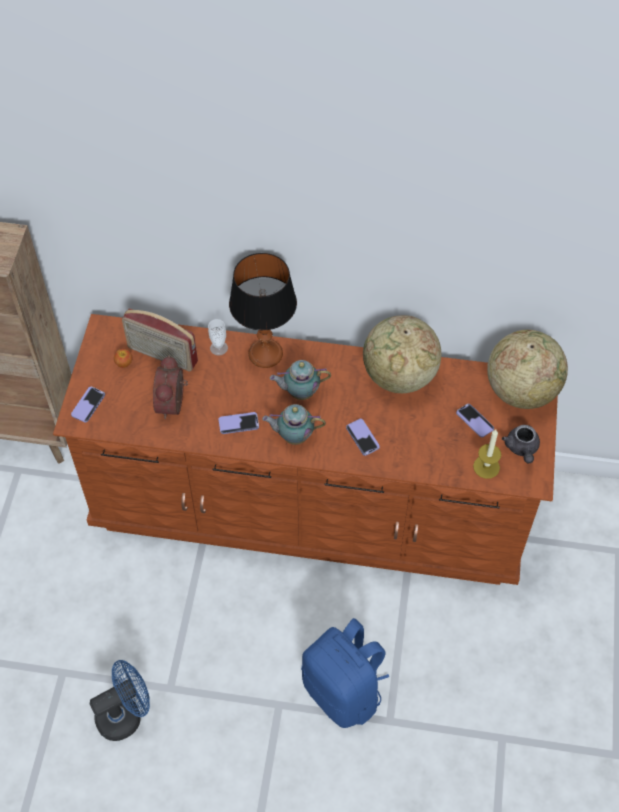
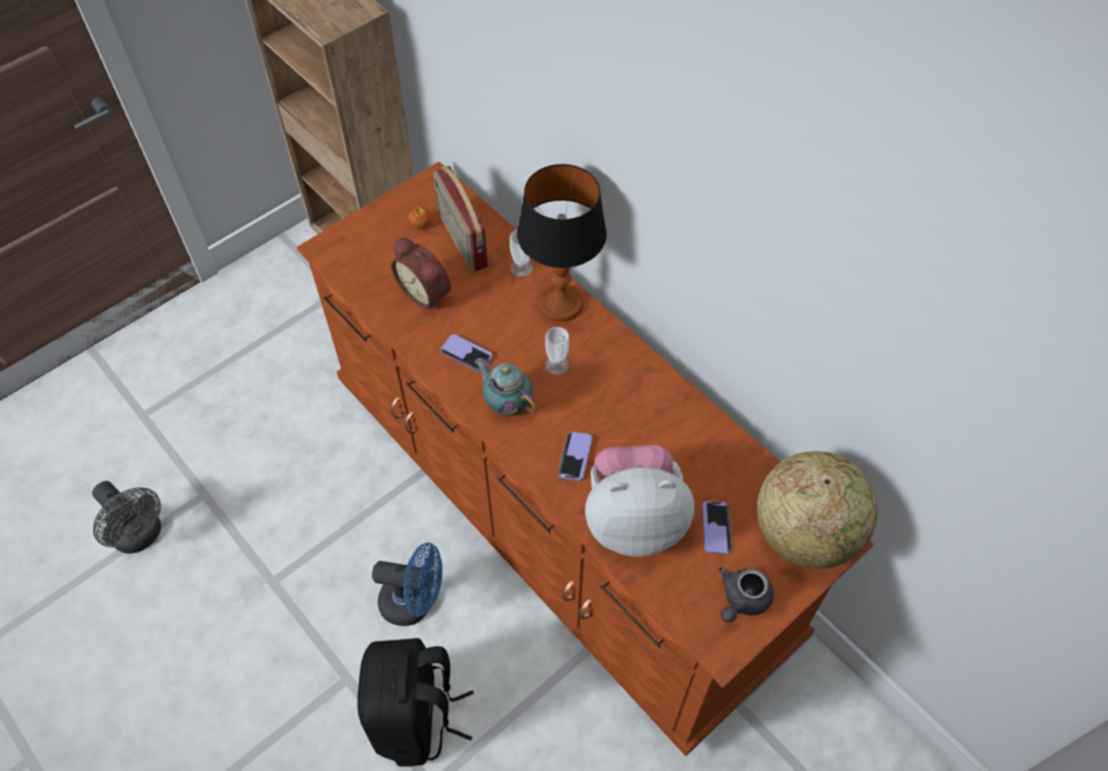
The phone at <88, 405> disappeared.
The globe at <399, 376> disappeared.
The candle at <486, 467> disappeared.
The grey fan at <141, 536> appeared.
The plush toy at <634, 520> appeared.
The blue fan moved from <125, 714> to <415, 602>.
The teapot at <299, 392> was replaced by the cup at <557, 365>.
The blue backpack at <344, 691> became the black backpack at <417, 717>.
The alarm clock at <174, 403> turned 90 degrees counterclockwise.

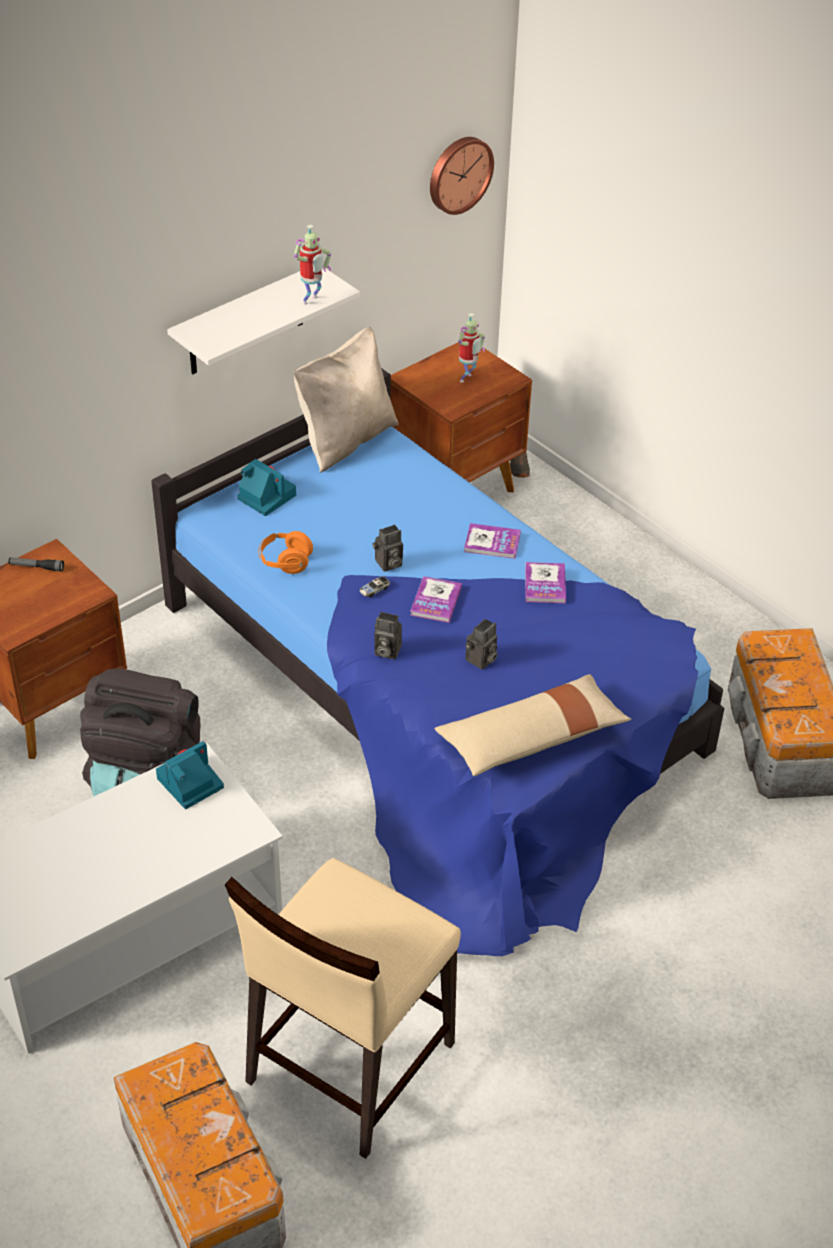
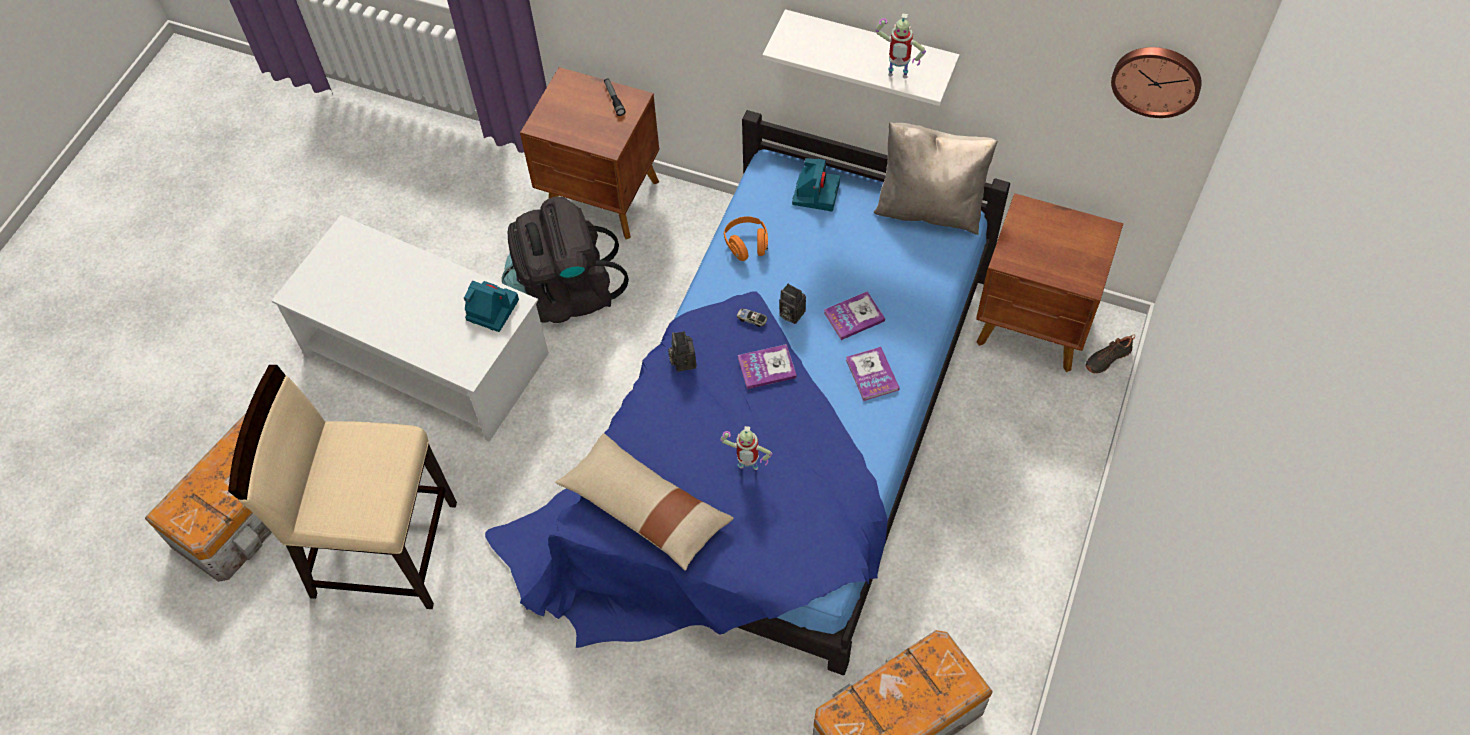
The photo camera at <481, 660> disappeared.
The toy robot moved from <467, 379> to <747, 469>.
The book moved from <545, 584> to <854, 316>.

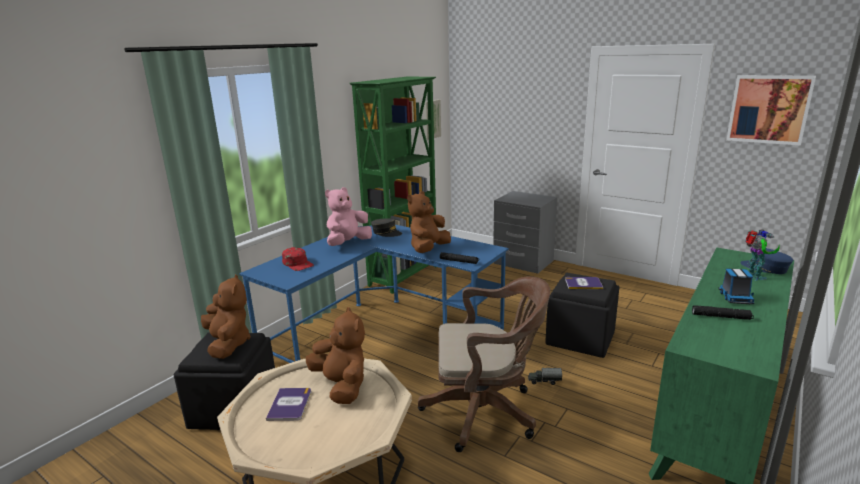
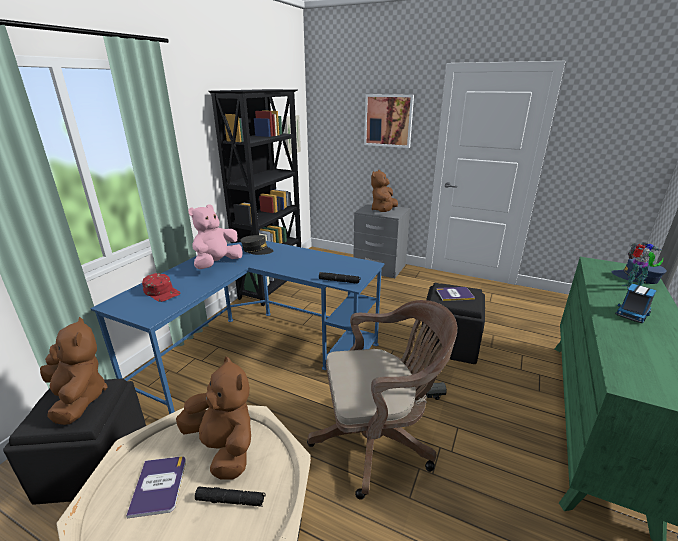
The brown plush toy moved from <428, 249> to <383, 211>.
The black flashlight moved from <721, 317> to <231, 500>.
The picture moved from <769, 109> to <388, 120>.
The green bookcase at <405, 276> became the black bookcase at <273, 286>.
The toy truck at <735, 297> turned 45 degrees clockwise.

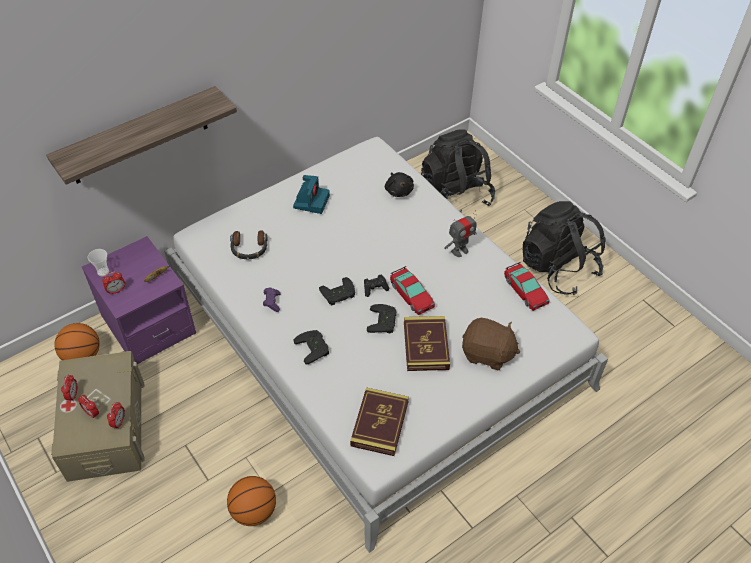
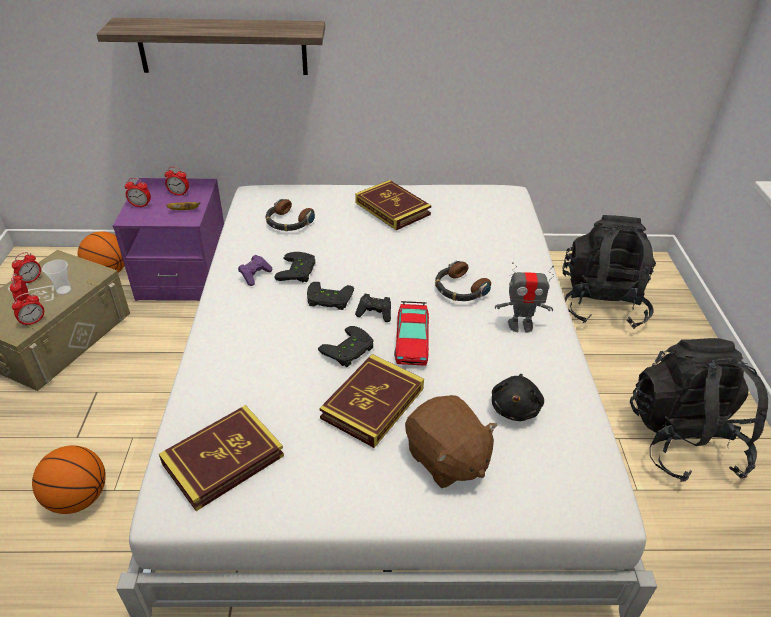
The toy car at <525, 290> disappeared.
The alarm clock at <179, 194> appeared.
The headphones at <459, 289> appeared.
The cup moved from <103, 272> to <64, 290>.
The black game controller moved from <314, 347> to <299, 271>.
The black plush toy moved from <398, 190> to <515, 407>.
The photo camera at <311, 201> was replaced by the book at <392, 208>.

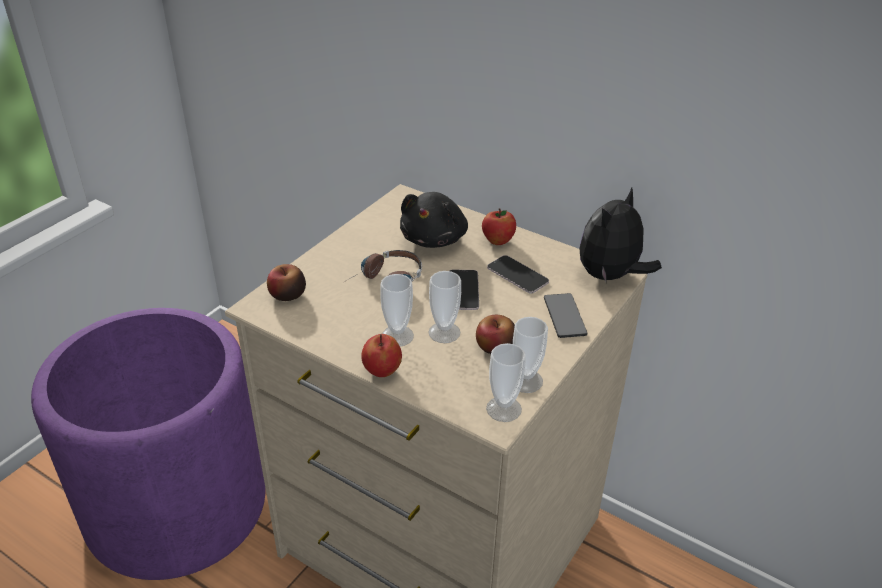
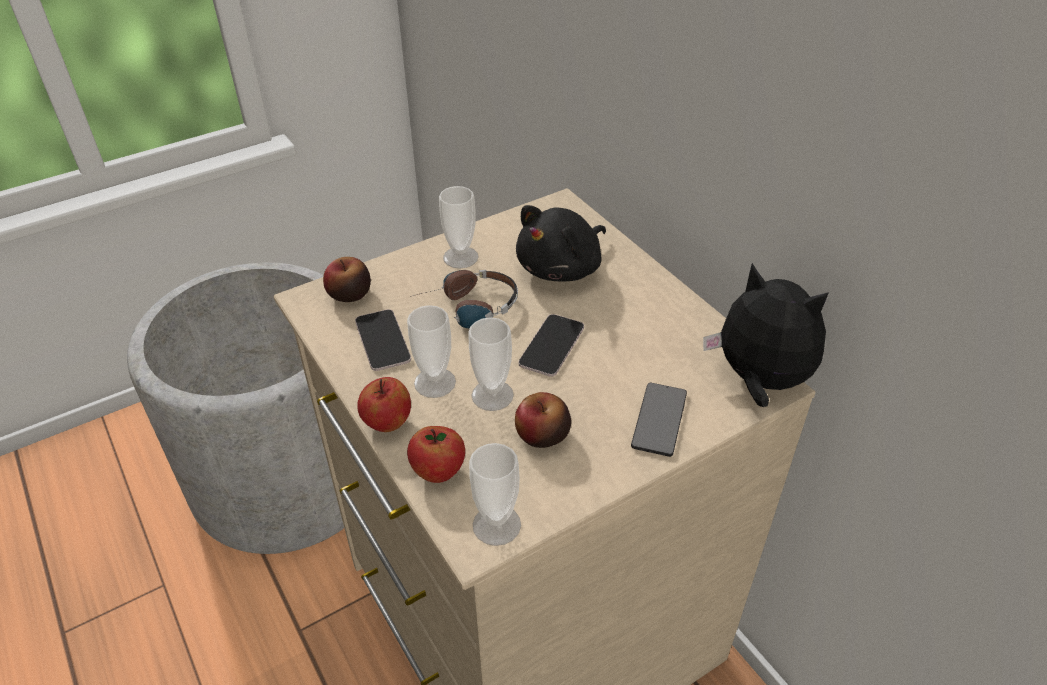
The apple moved from <498, 241> to <438, 471>.
The phone moved from <517, 275> to <382, 340>.
The cup moved from <525, 381> to <460, 257>.
The purple planter at <177, 506> became the grey planter at <288, 476>.
The plush toy at <610, 276> turned 60 degrees clockwise.

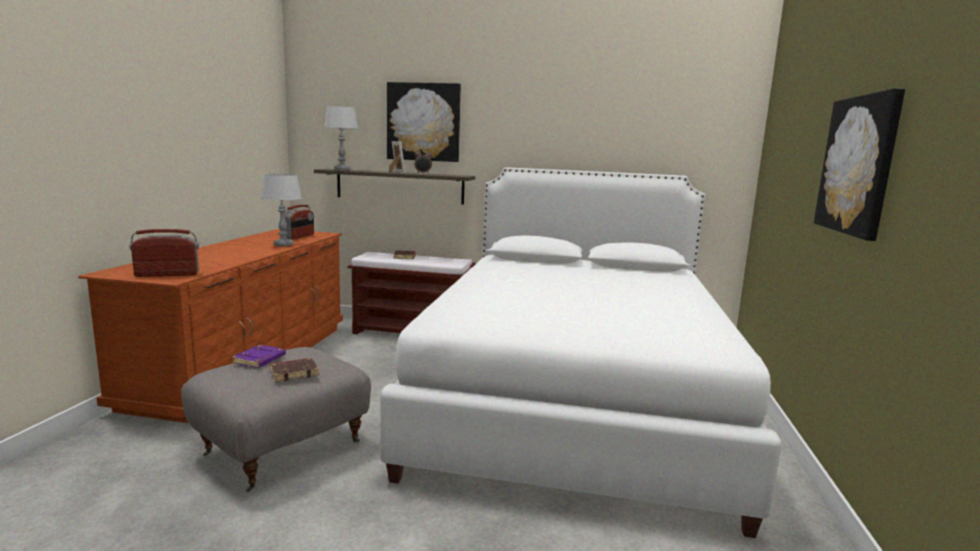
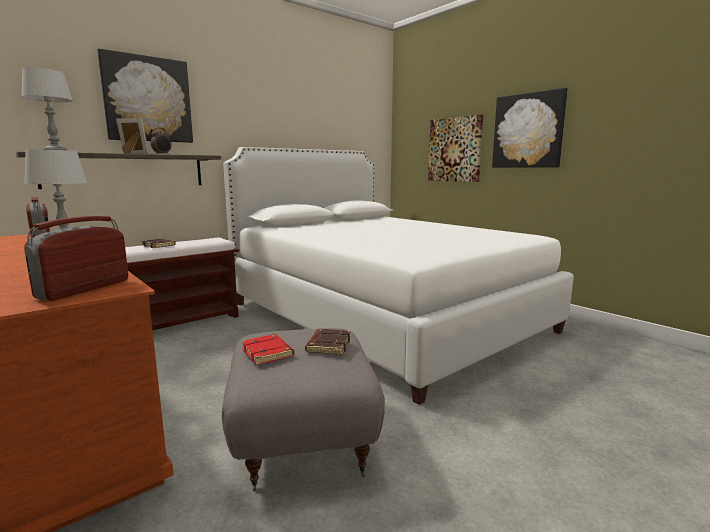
The picture at <455, 149> appeared.
The purple book at <260, 360> became the red book at <268, 353>.

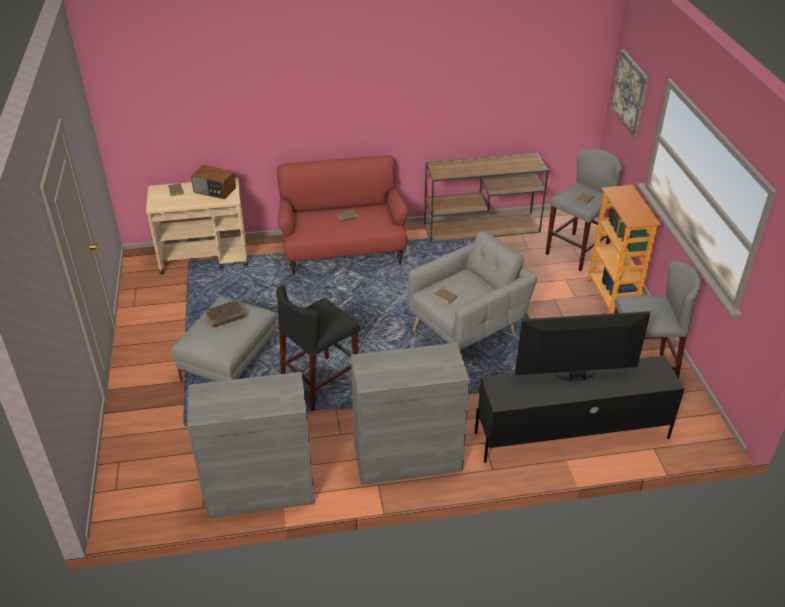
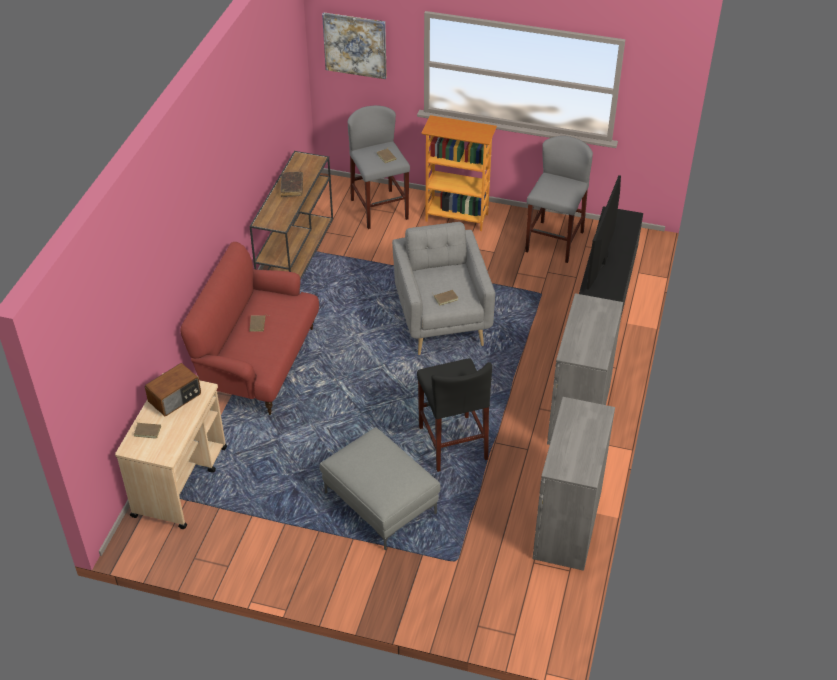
The brown book moved from <225, 317> to <292, 187>.

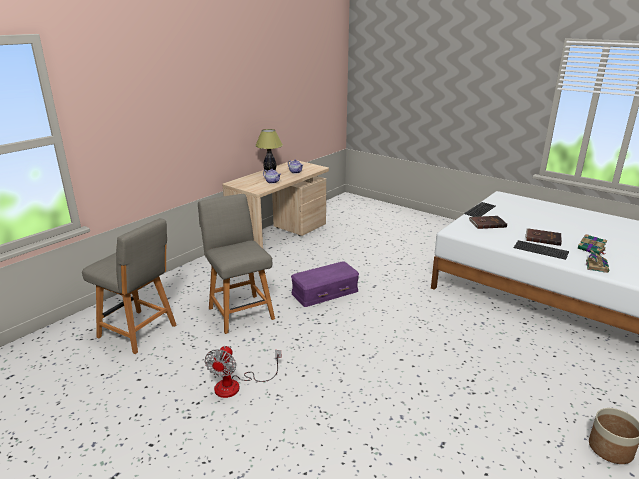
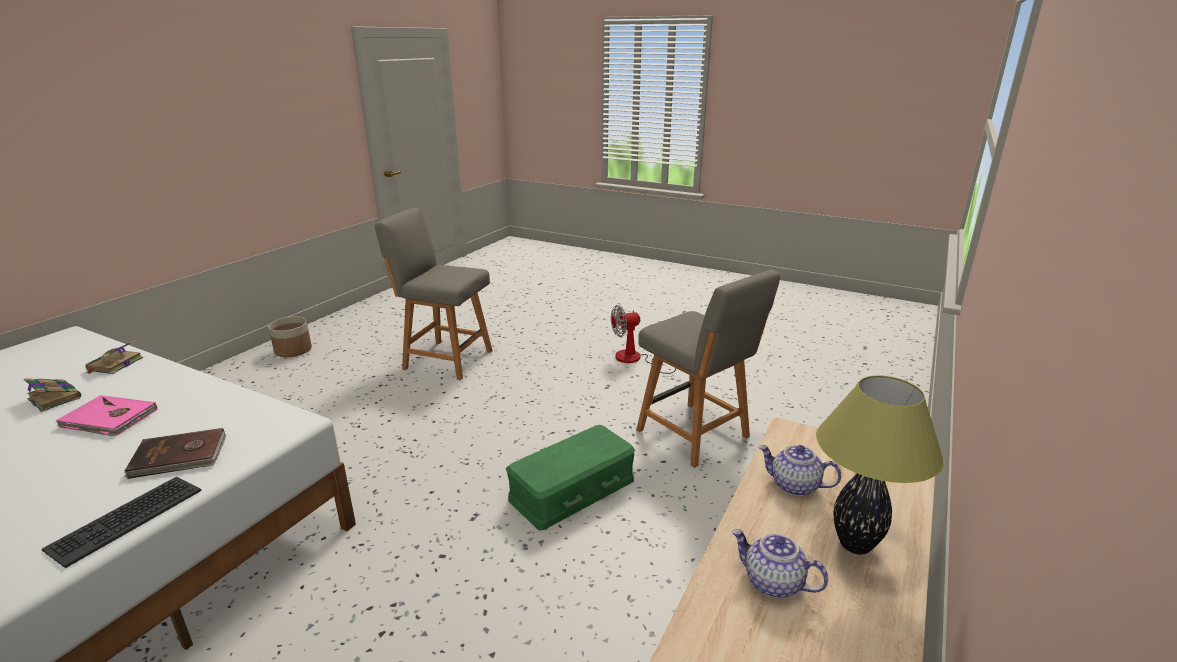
The keyboard at <540, 250> disappeared.
The grey chair moved from <139, 332> to <445, 359>.
The purple storage box at <324, 292> became the green storage box at <573, 490>.
The brown book at <542, 238> became the pink book at <109, 419>.
The fan at <236, 385> turned 105 degrees counterclockwise.

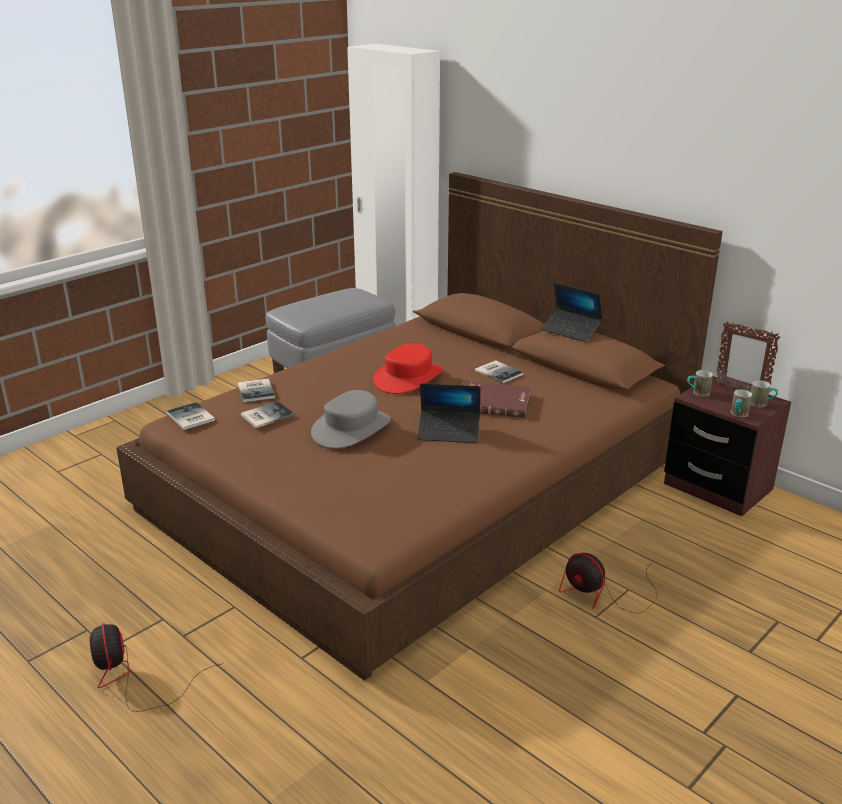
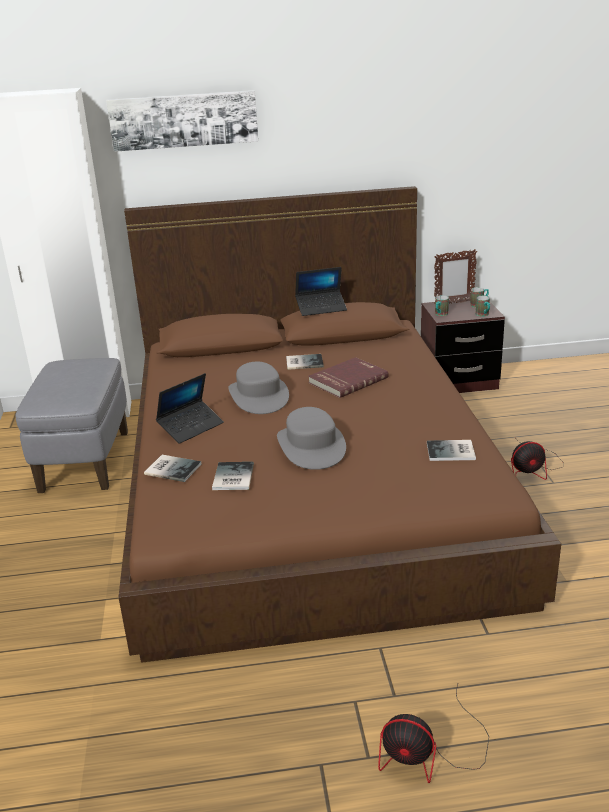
The picture at <183, 120> appeared.
The book moved from <190, 417> to <452, 452>.
The laptop moved from <449, 432> to <191, 427>.
The red hat at <408, 377> became the grey hat at <259, 396>.

